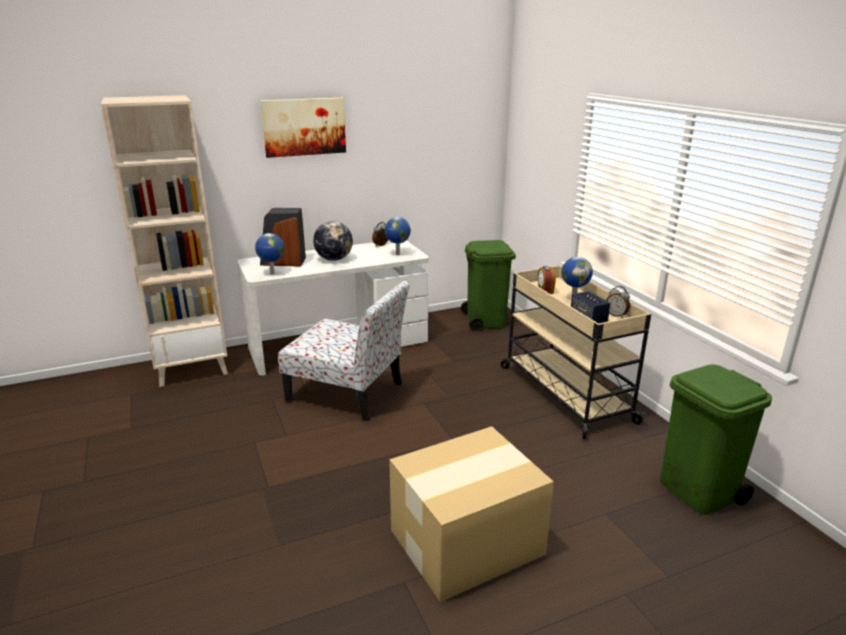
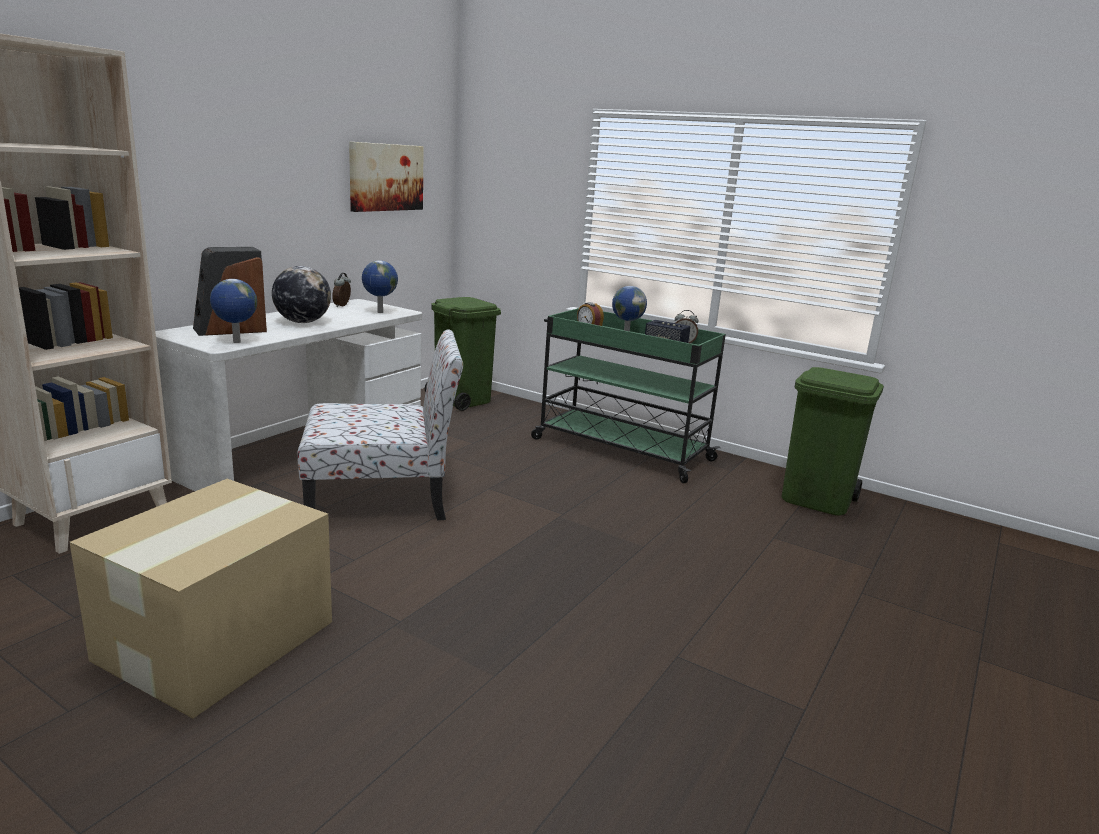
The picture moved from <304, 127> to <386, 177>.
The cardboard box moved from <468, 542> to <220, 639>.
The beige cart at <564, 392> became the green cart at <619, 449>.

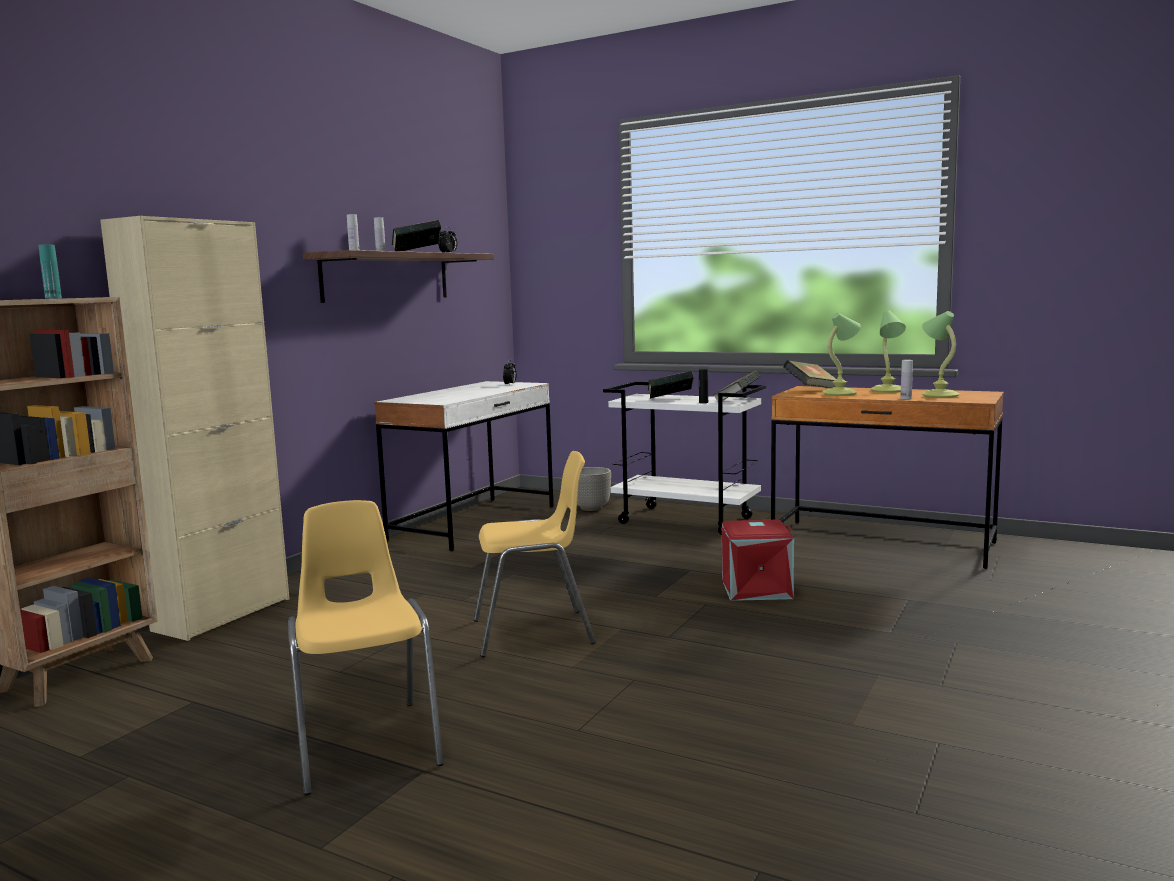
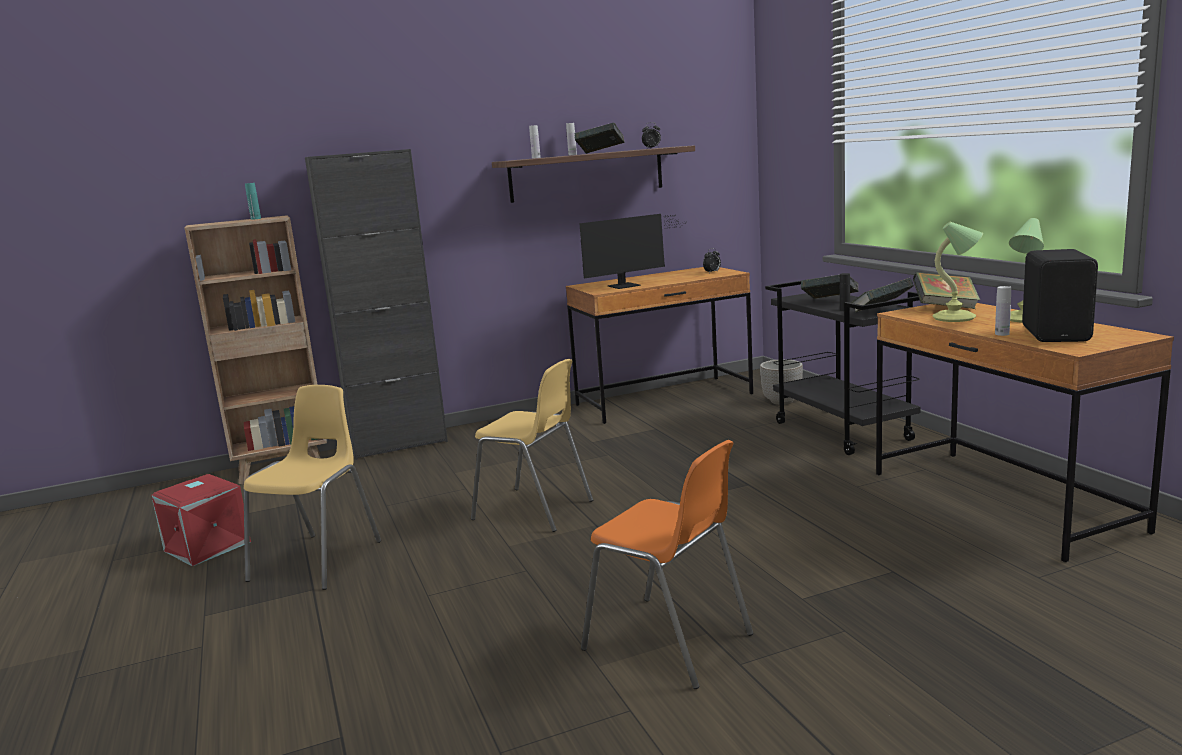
The monitor at <628, 285> appeared.
The orange chair at <669, 642> appeared.
The red storage box moved from <756, 589> to <205, 547>.
The table lamp at <939, 395> was replaced by the black speaker at <1057, 334>.
The beige cabinet at <222, 614> became the black cabinet at <399, 444>.
The white desk at <474, 523> became the brown desk at <664, 399>.
The white cart at <687, 520> became the black cart at <844, 431>.

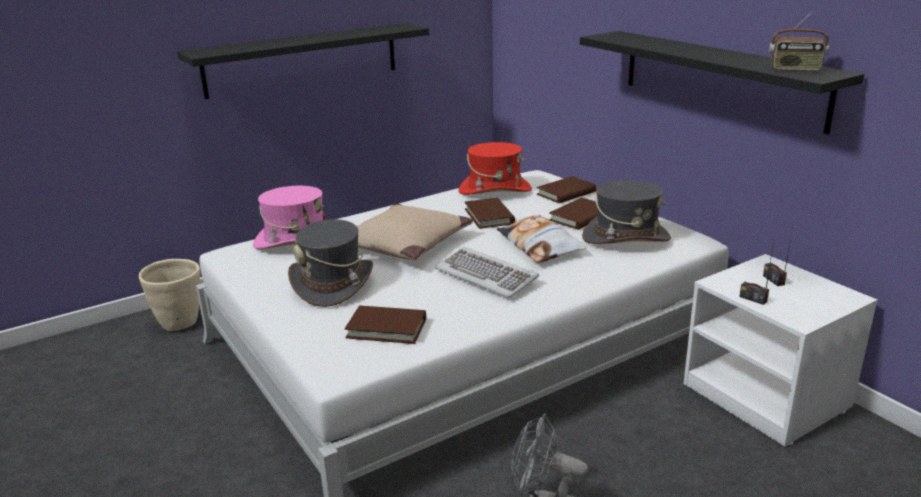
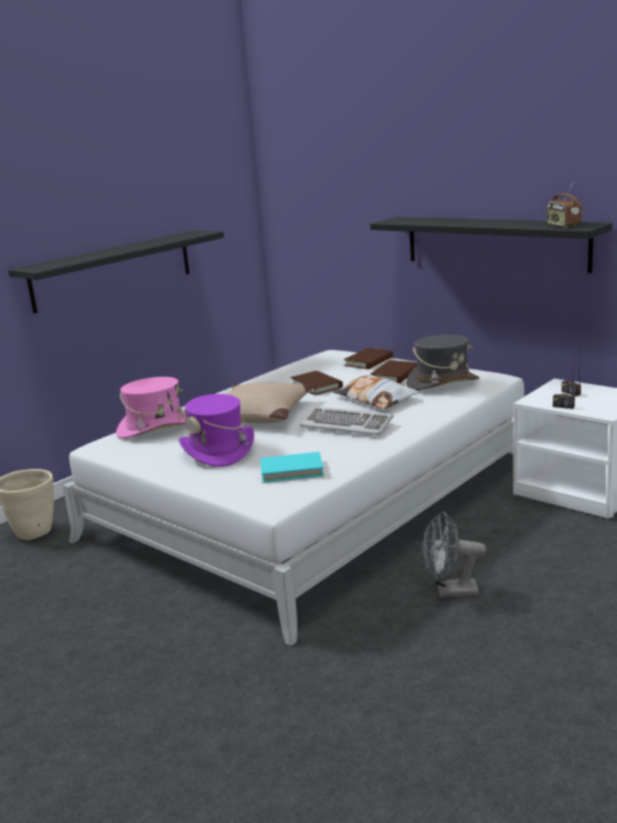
The red hat at <495, 190> disappeared.
The grey hat at <333, 284> became the purple hat at <218, 450>.
The brown book at <386, 328> became the turquoise book at <291, 471>.
The radio at <795, 70> turned 75 degrees clockwise.

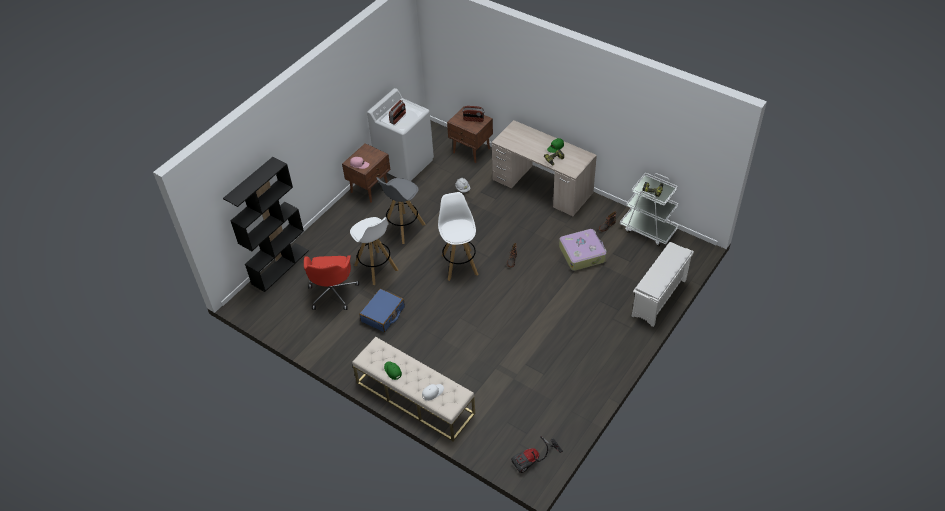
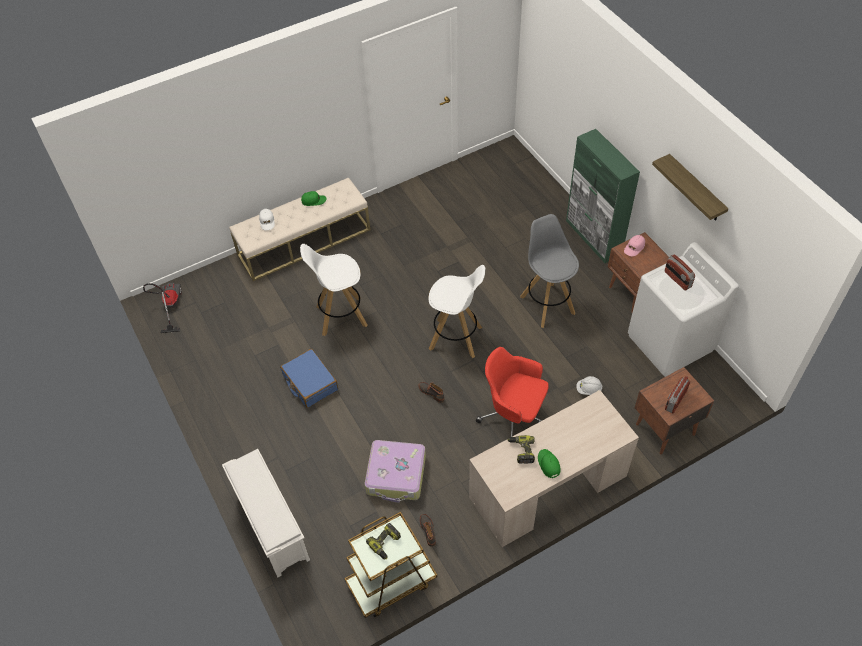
The black bookcase at <280, 267> disappeared.
The green cabinet at <593, 238> appeared.
The shelf at <695, 189> appeared.
The red office chair moved from <333, 292> to <513, 415>.
The white stool moved from <376, 268> to <340, 316>.
The blue suitcase moved from <383, 314> to <310, 383>.
The white cart at <648, 229> became the brown cart at <391, 582>.

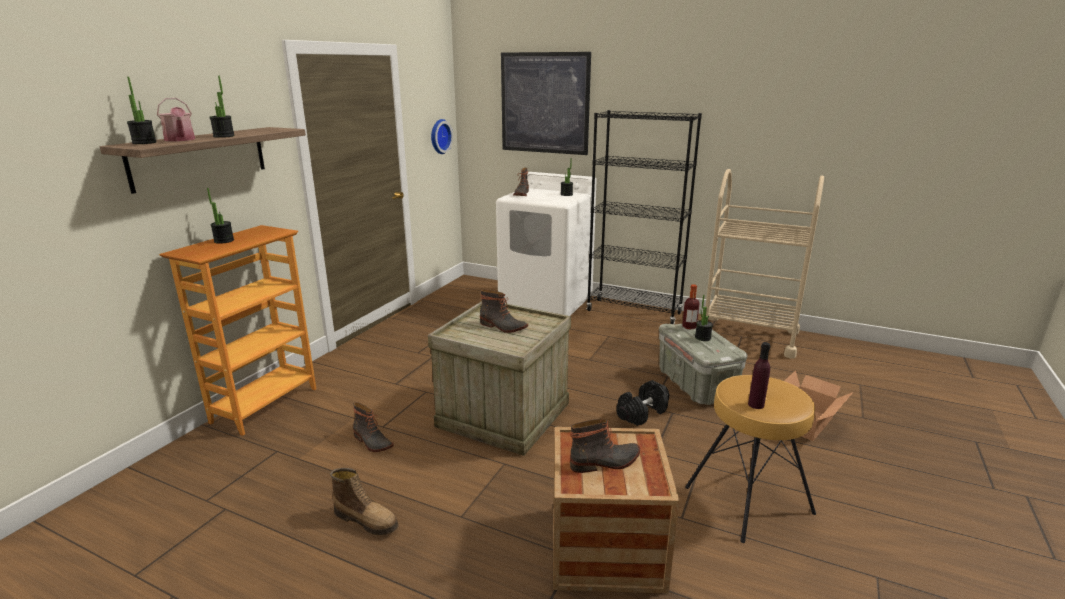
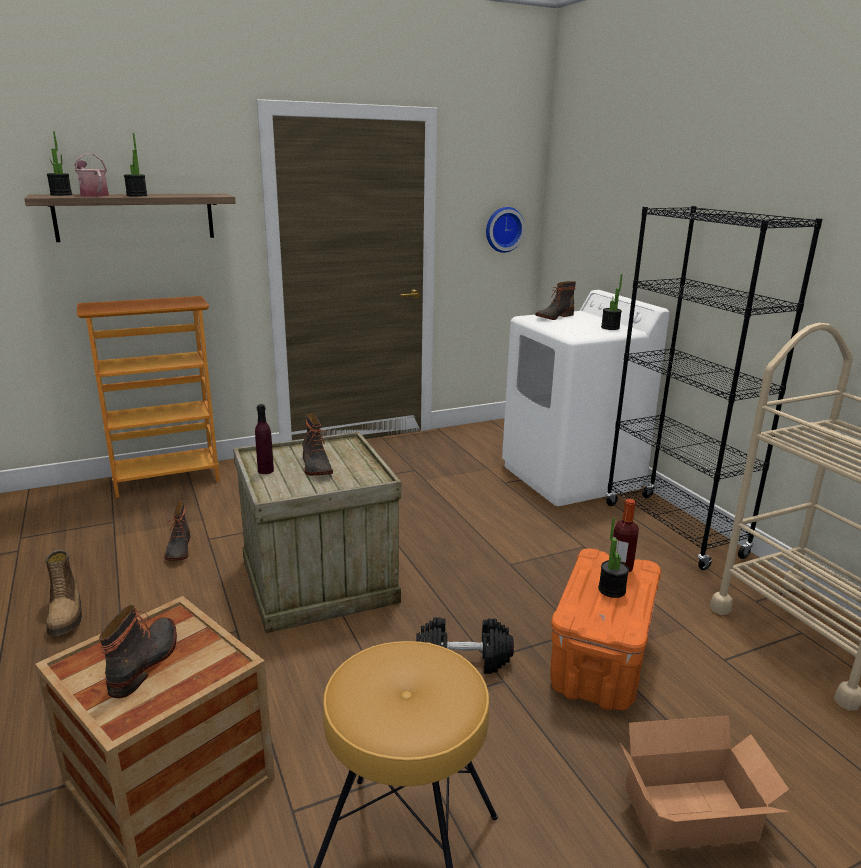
The potted plant at <224, 241> disappeared.
The picture at <544, 103> disappeared.
The purple bottle moved from <756, 404> to <265, 470>.
The grey storage box at <696, 385> became the orange storage box at <600, 664>.
The watering can at <180, 140> turned 135 degrees clockwise.
The boot at <605, 462> turned 105 degrees counterclockwise.

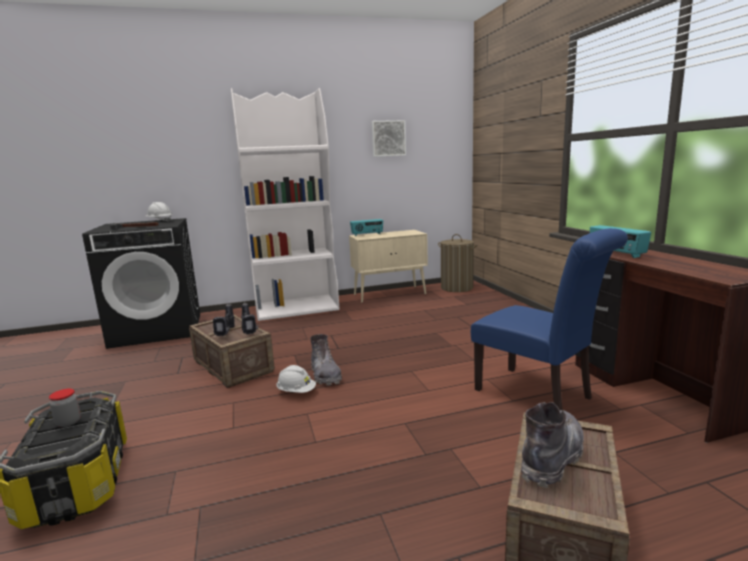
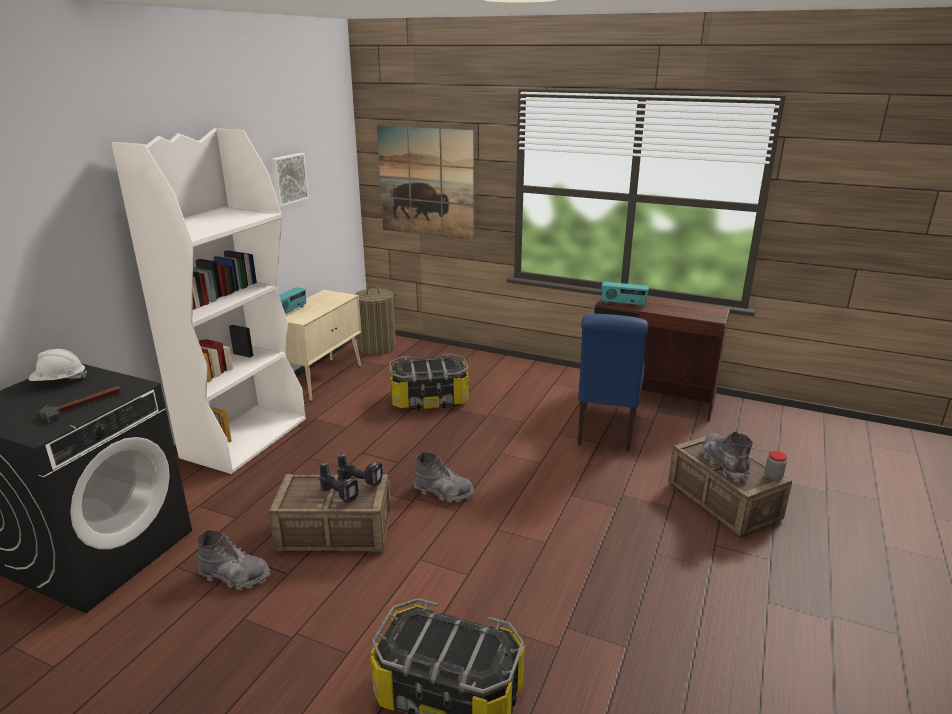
The white hard hat at <296, 392> disappeared.
The grey boot at <235, 576> appeared.
The picture at <426, 182> appeared.
The storage box at <429, 399> appeared.
The jar moved from <68, 422> to <773, 476>.
The blue chair at <539, 395> turned 105 degrees clockwise.

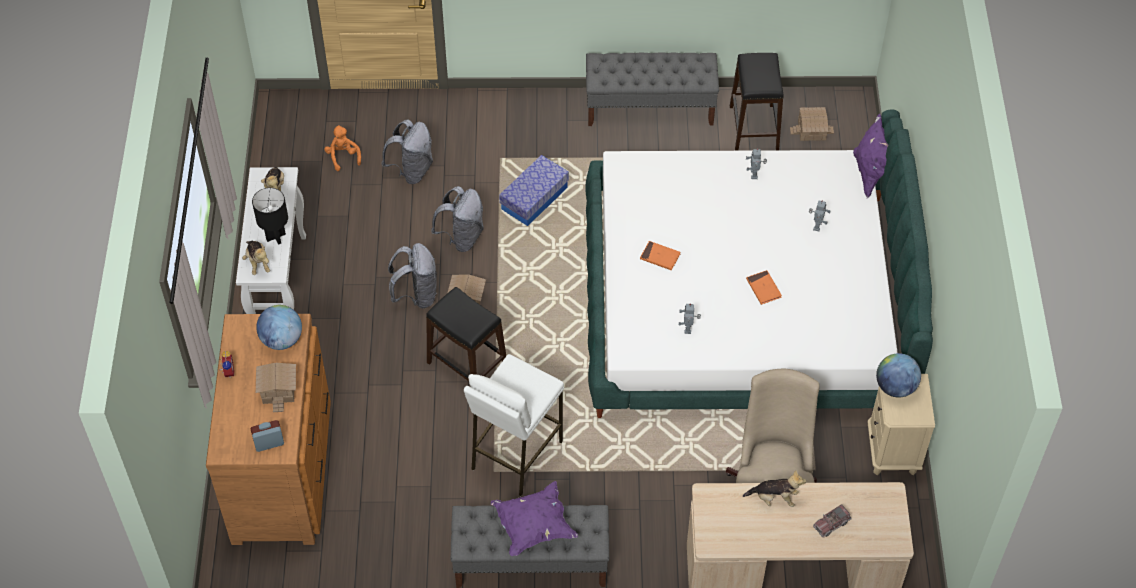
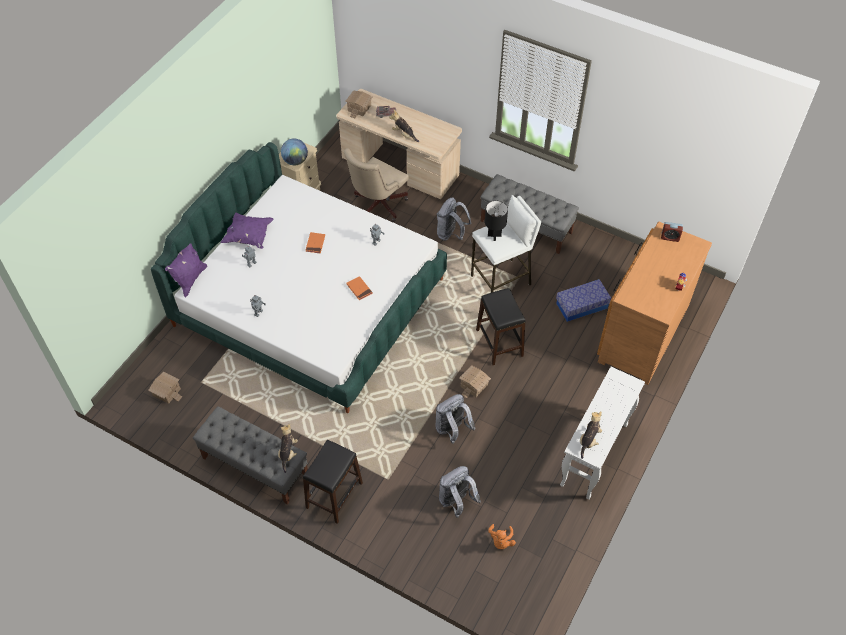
The globe at <282, 340> disappeared.
The plush toy moved from <258, 262> to <288, 453>.
The black table lamp moved from <275, 237> to <494, 236>.
The toy house moved from <279, 389> to <359, 108>.
The grey backpack moved from <416, 295> to <451, 234>.
The purple pillow moved from <534, 526> to <248, 236>.
The storage box moved from <534, 198> to <581, 306>.
The black stool moved from <754, 127> to <334, 495>.

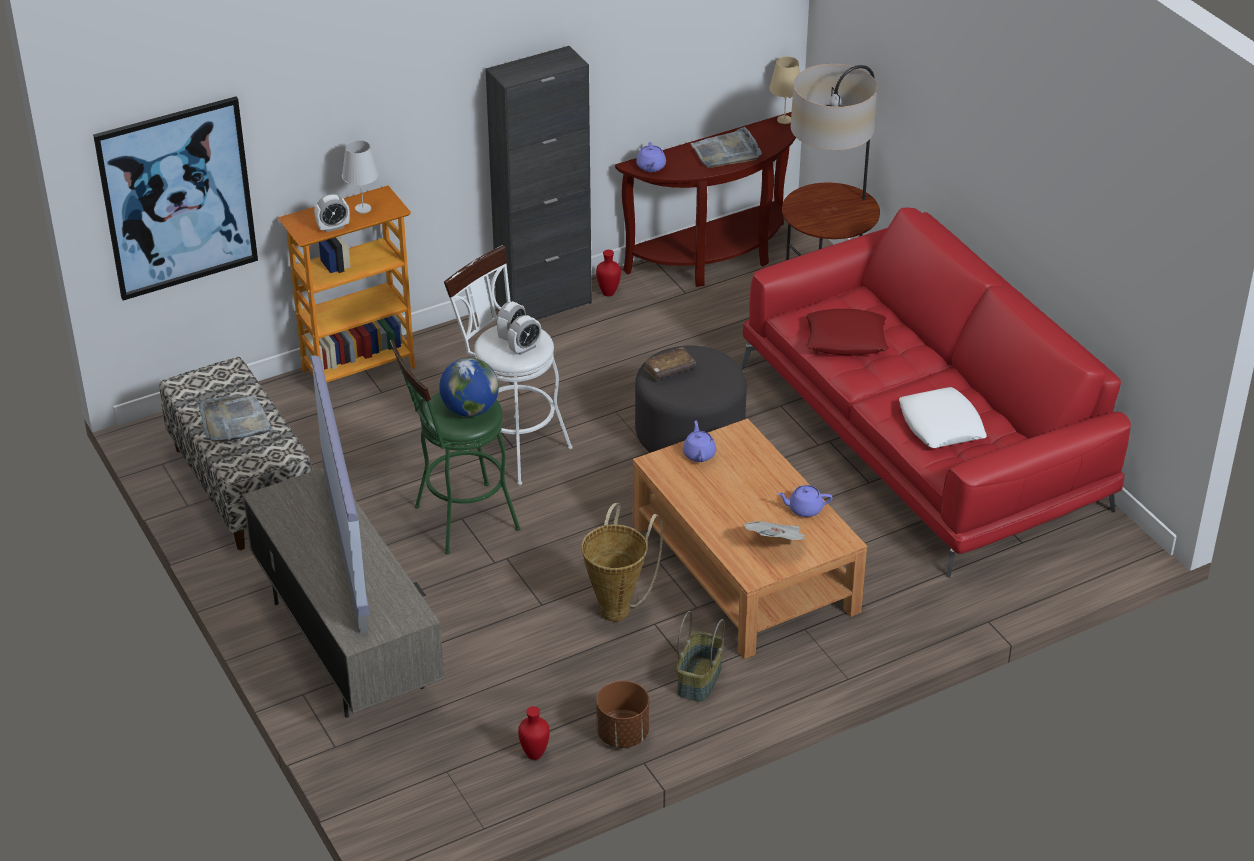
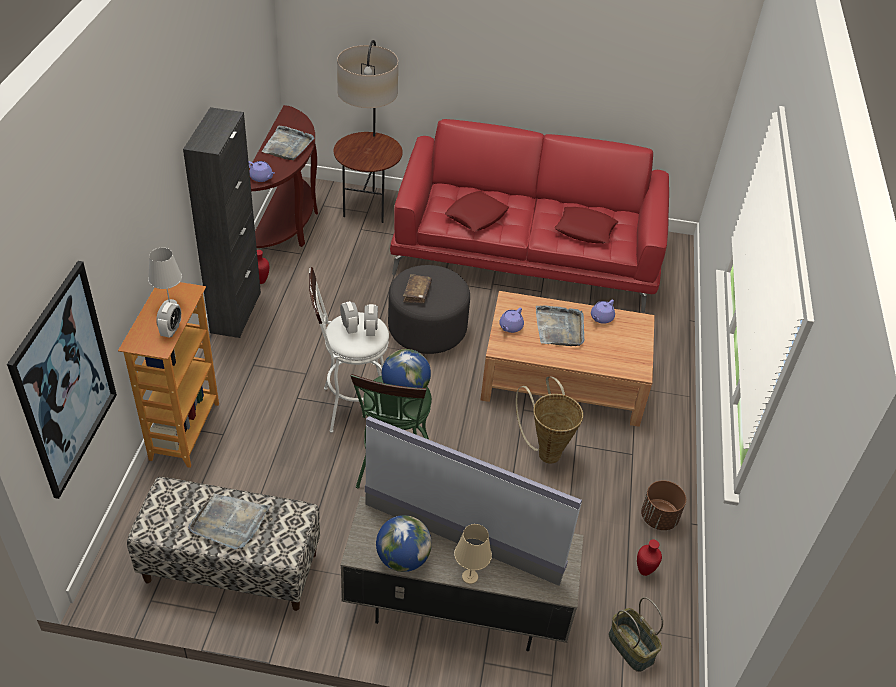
The newspaper at <776, 543> disappeared.
The globe at <402, 559> appeared.
The grey tray at <560, 328> appeared.
The basket moved from <700, 680> to <632, 647>.
The beige table lamp moved from <784, 120> to <469, 577>.
The white pillow at <941, 425> became the red pillow at <585, 230>.
The purple teapot at <699, 453> turned 90 degrees counterclockwise.

